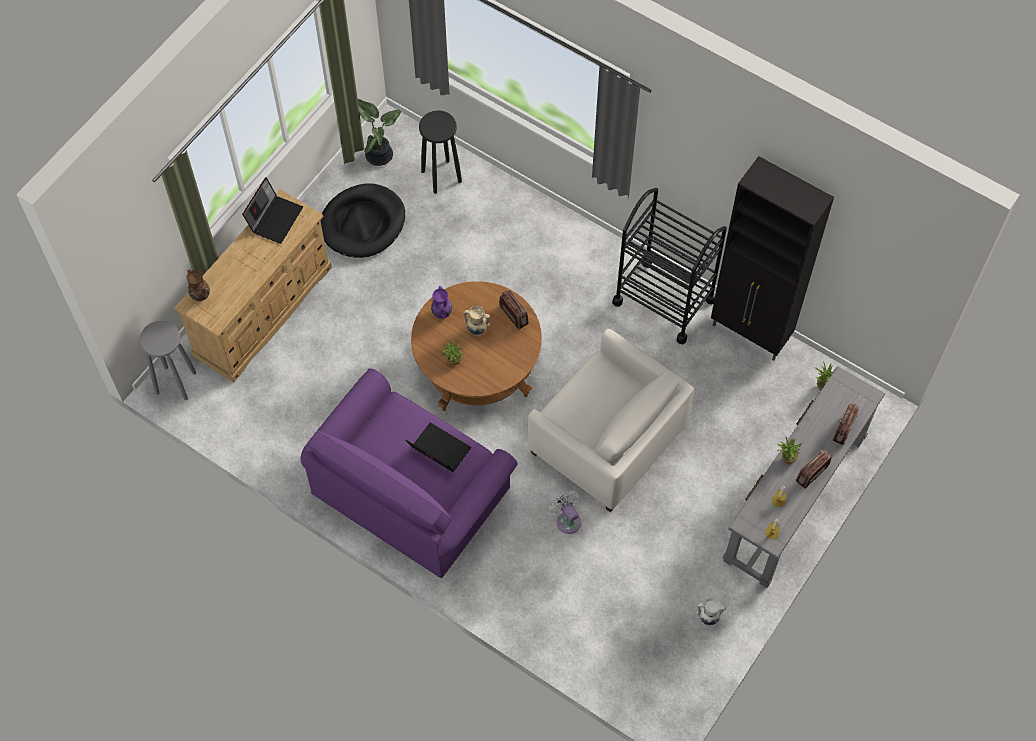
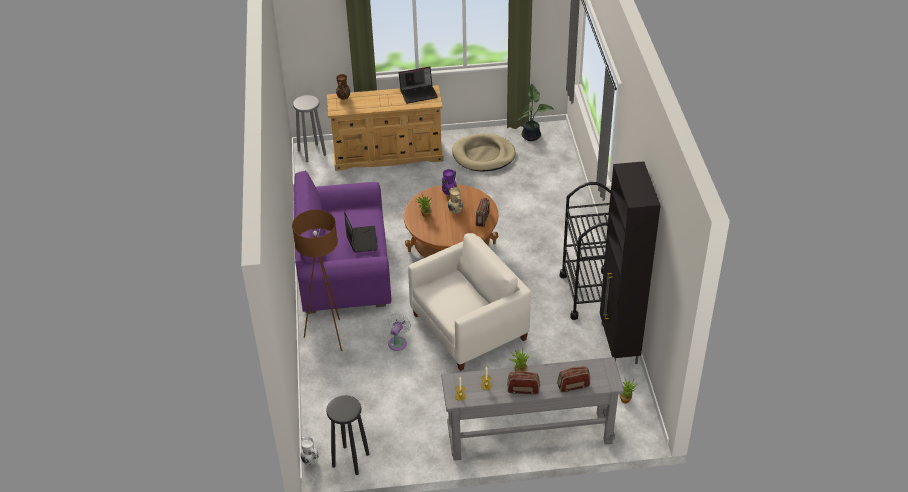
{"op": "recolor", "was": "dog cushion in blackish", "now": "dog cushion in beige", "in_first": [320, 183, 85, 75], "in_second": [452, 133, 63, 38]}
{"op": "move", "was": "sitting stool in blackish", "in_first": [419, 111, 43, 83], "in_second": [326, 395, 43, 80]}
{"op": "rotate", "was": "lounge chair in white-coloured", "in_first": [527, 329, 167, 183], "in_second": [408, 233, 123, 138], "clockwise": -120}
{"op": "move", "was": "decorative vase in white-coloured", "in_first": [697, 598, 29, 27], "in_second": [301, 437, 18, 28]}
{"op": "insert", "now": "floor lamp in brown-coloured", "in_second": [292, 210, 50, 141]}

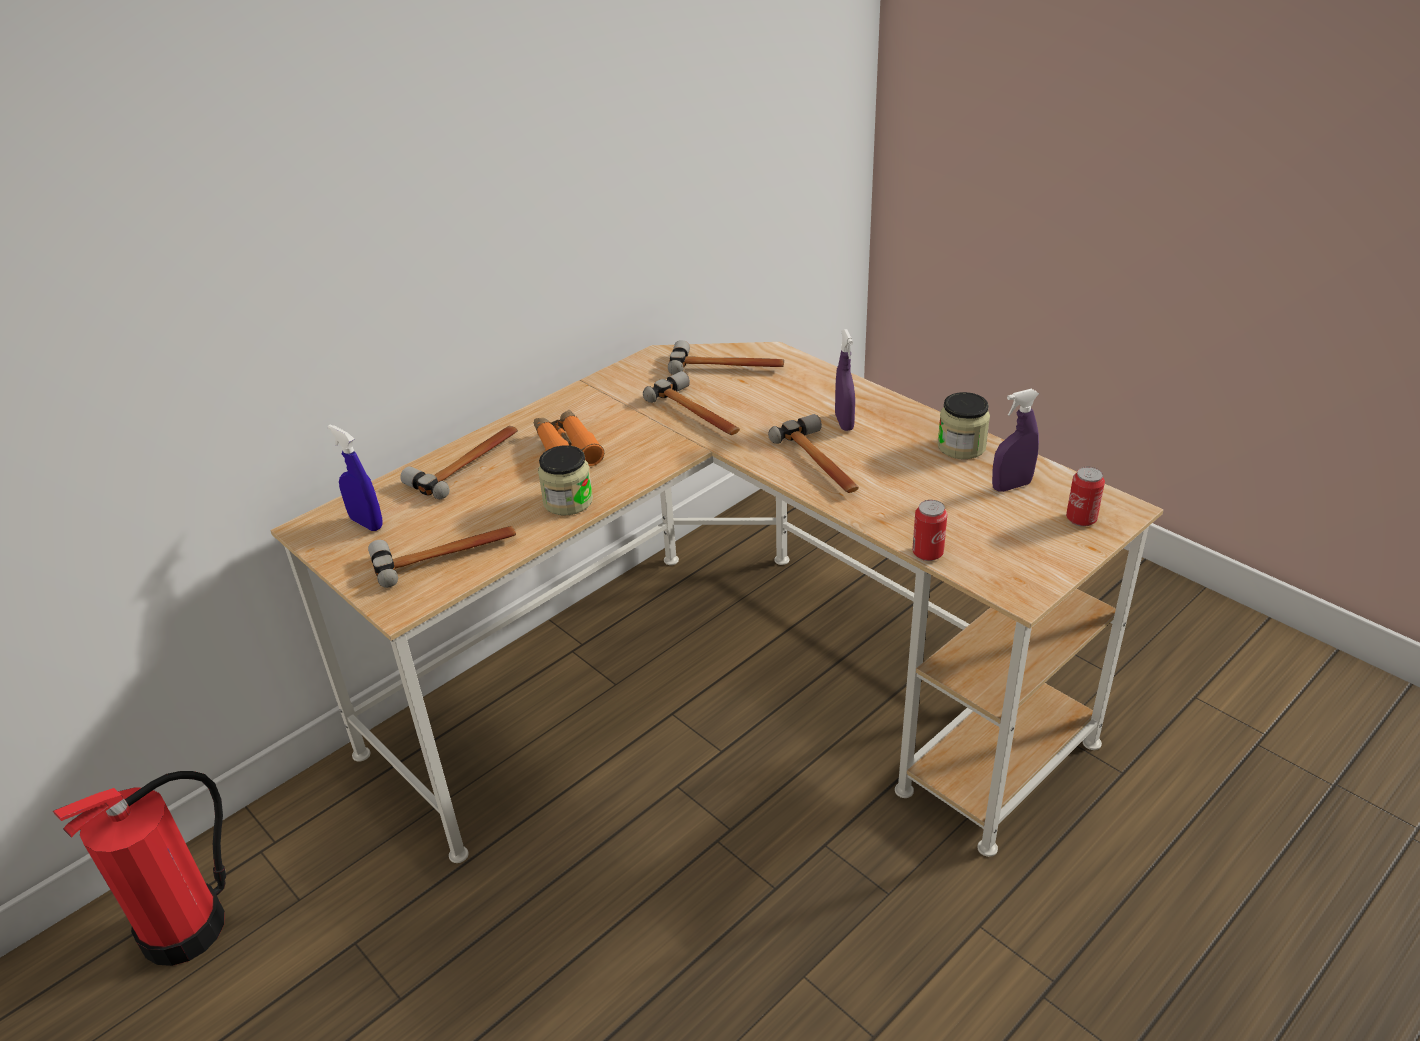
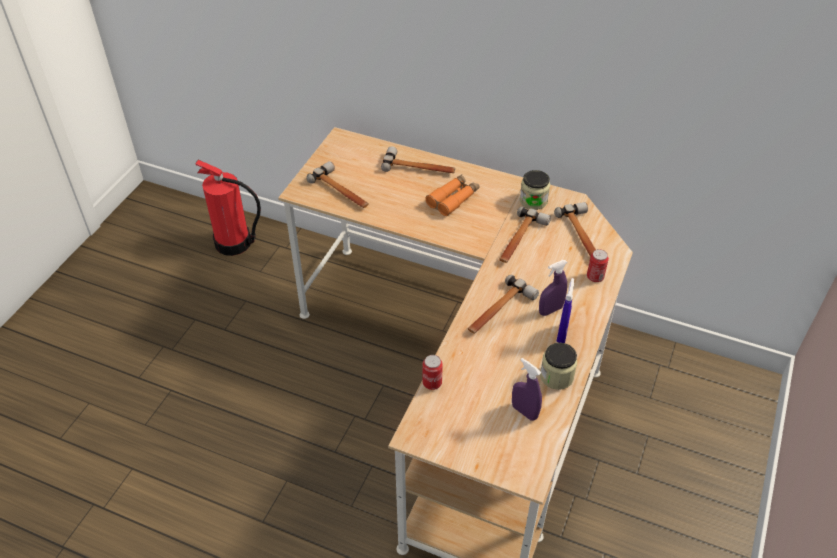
{"op": "move", "was": "hand sprayer in blue-coloured", "in_first": [328, 425, 55, 106], "in_second": [557, 278, 17, 65]}
{"op": "move", "was": "jar", "in_first": [538, 445, 55, 70], "in_second": [520, 170, 30, 40]}
{"op": "move", "was": "metal can", "in_first": [1066, 467, 39, 60], "in_second": [587, 249, 22, 33]}

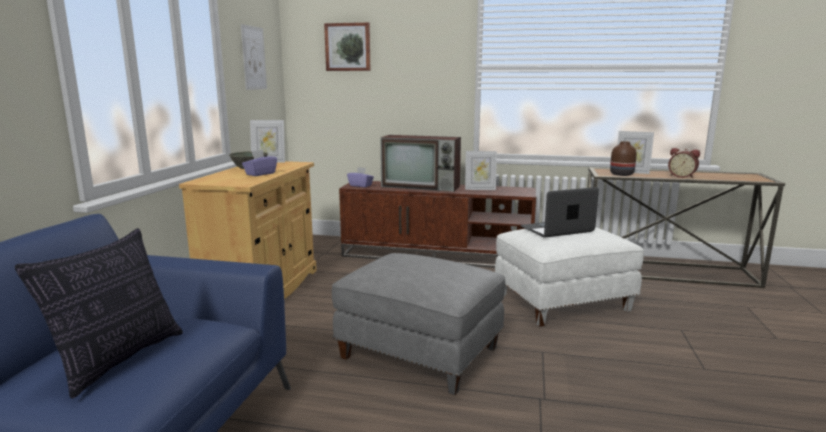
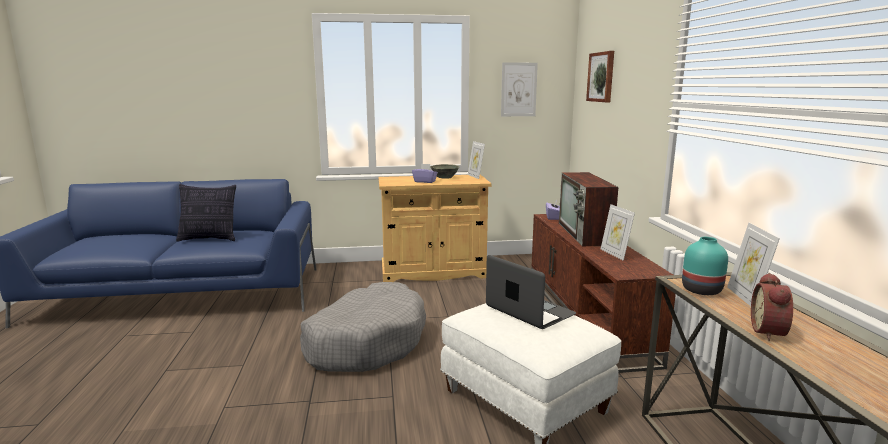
{"op": "replace", "was": "footrest in grey", "now": "dog cushion in grey", "in_first": [332, 253, 173, 142], "in_second": [300, 282, 126, 90]}
{"op": "recolor", "was": "decorative vase in brown-coloured", "now": "decorative vase in turquoise-coloured", "in_first": [610, 141, 27, 35], "in_second": [682, 237, 46, 58]}

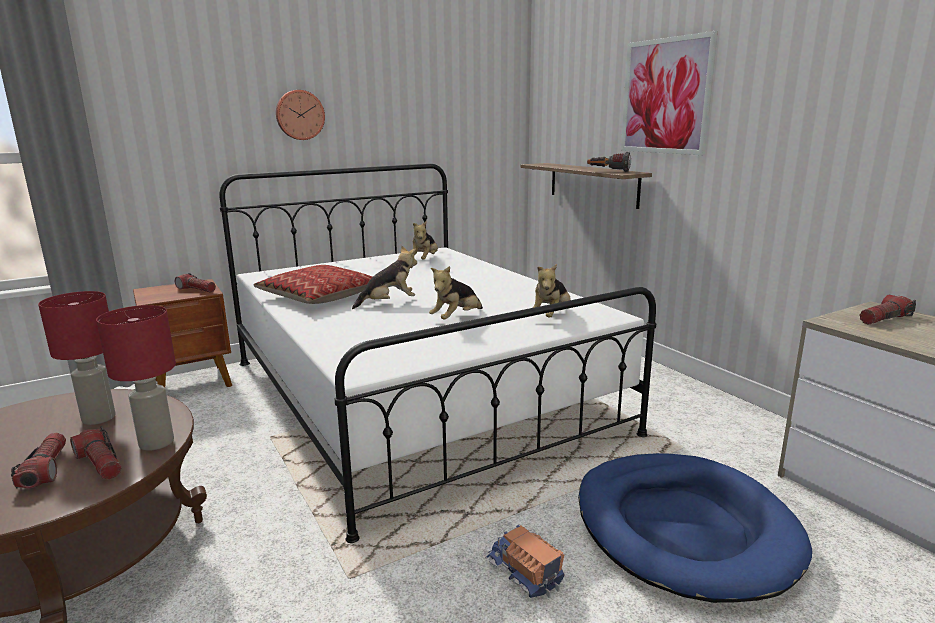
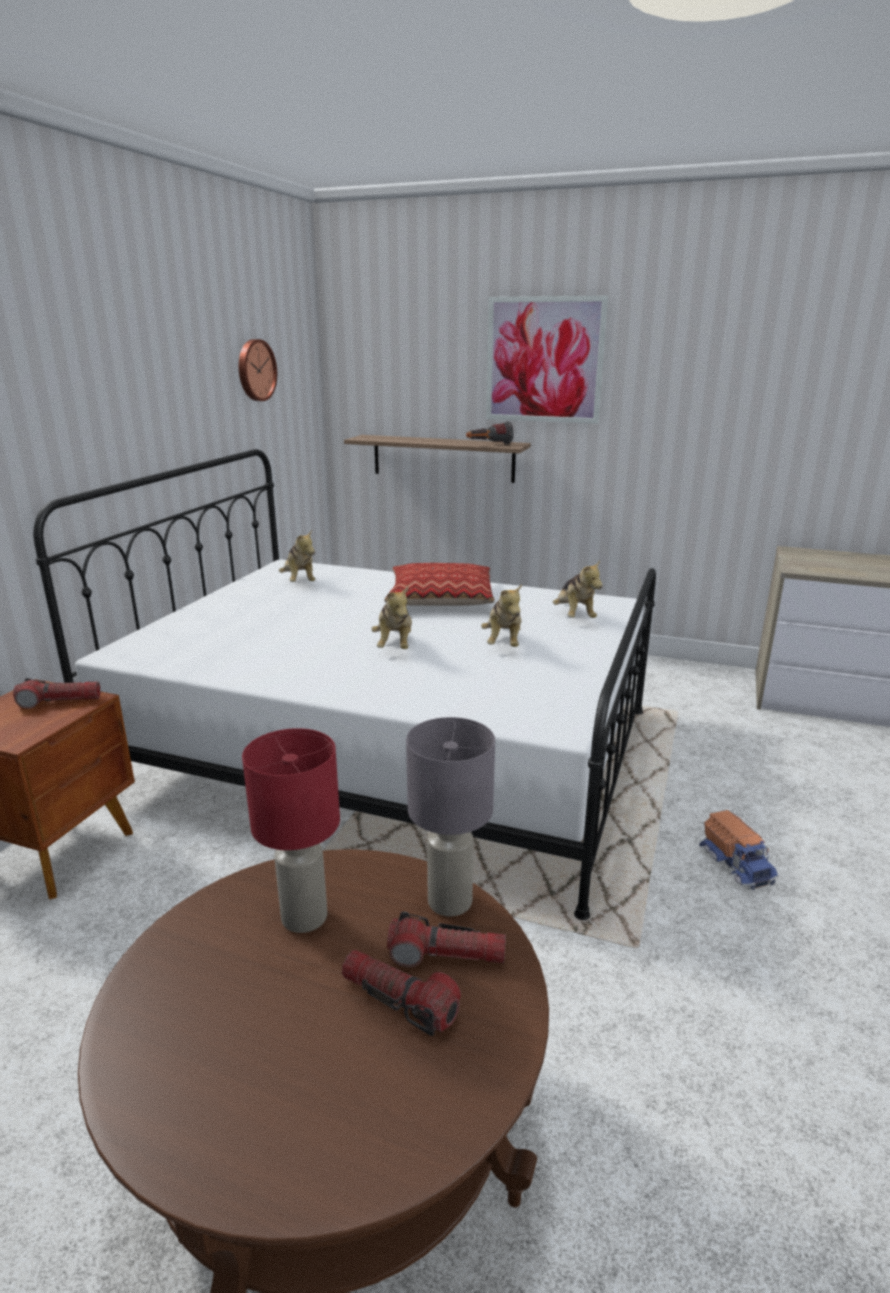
{"op": "recolor", "was": "tabletop lamp in red-coloured", "now": "tabletop lamp in grey", "in_first": [96, 305, 80, 146], "in_second": [406, 717, 89, 199]}
{"op": "move", "was": "throw pillow", "in_first": [254, 265, 118, 39], "in_second": [385, 563, 110, 43]}
{"op": "move", "was": "clock on the wall", "in_first": [276, 90, 49, 50], "in_second": [239, 339, 38, 62]}
{"op": "rotate", "was": "soft toy", "in_first": [352, 246, 65, 63], "in_second": [371, 586, 41, 63], "clockwise": 150}
{"op": "rotate", "was": "toy truck", "in_first": [485, 525, 80, 73], "in_second": [699, 810, 80, 80], "clockwise": -120}
{"op": "delete", "was": "dog cushion in blue-coloured", "in_first": [578, 453, 234, 150]}
{"op": "delete", "was": "torch", "in_first": [860, 295, 56, 29]}

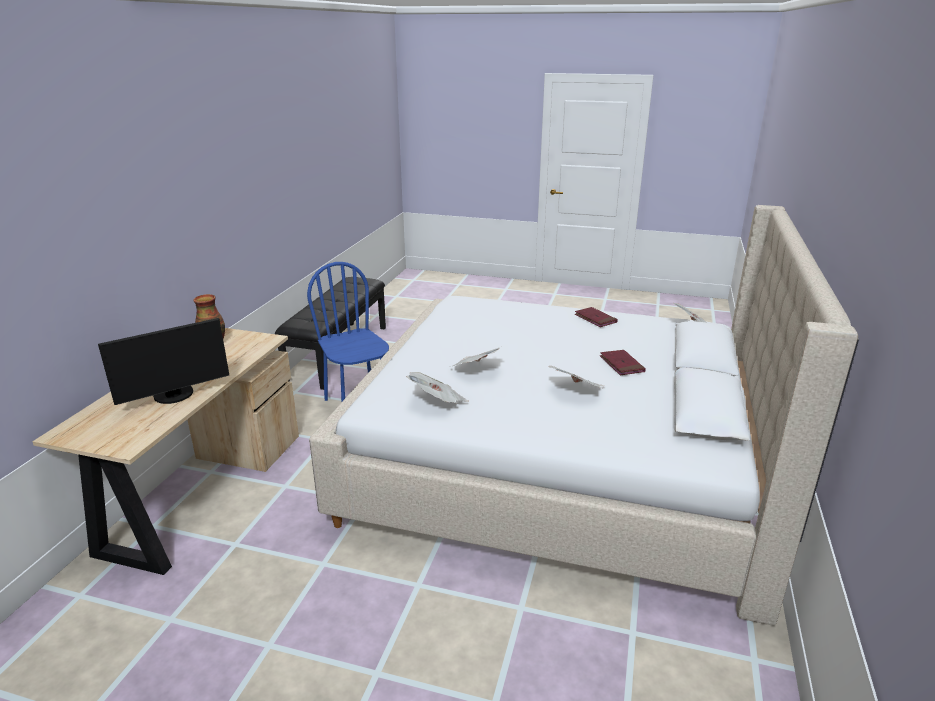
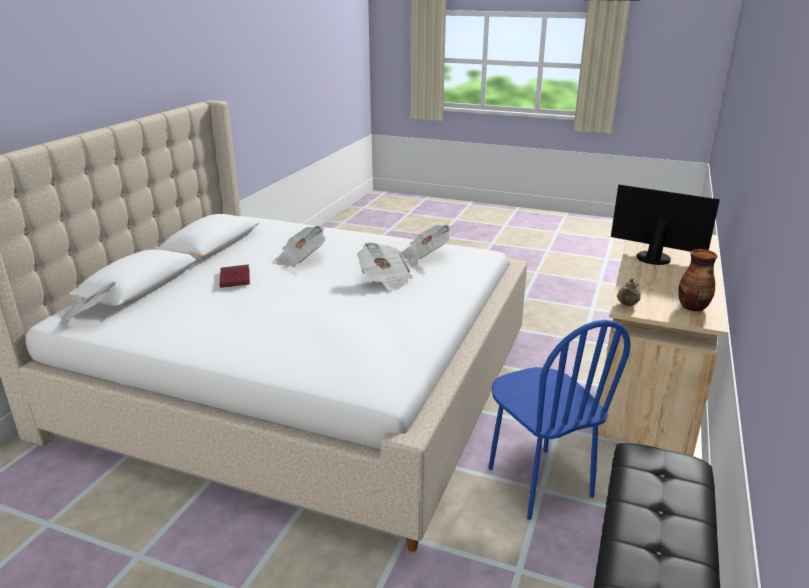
{"op": "rotate", "was": "monitor", "in_first": [98, 318, 131, 87], "in_second": [611, 185, 109, 80], "clockwise": 60}
{"op": "delete", "was": "book in red-coloured", "in_first": [575, 307, 43, 20]}
{"op": "insert", "now": "teapot in beige", "in_second": [617, 279, 24, 27]}

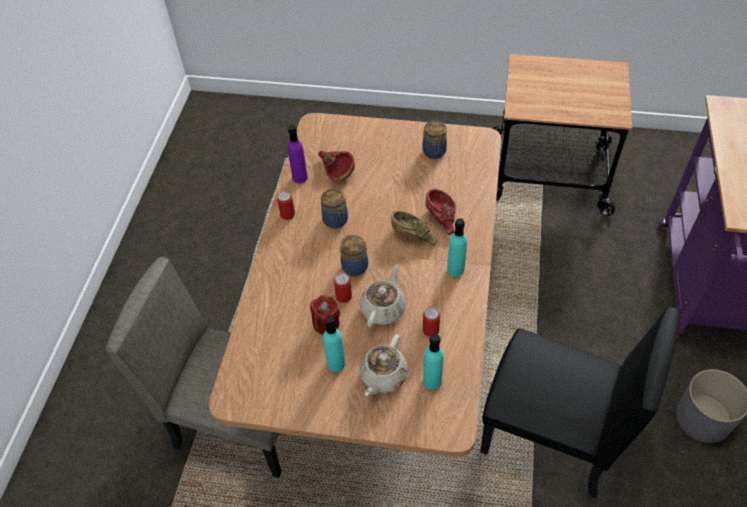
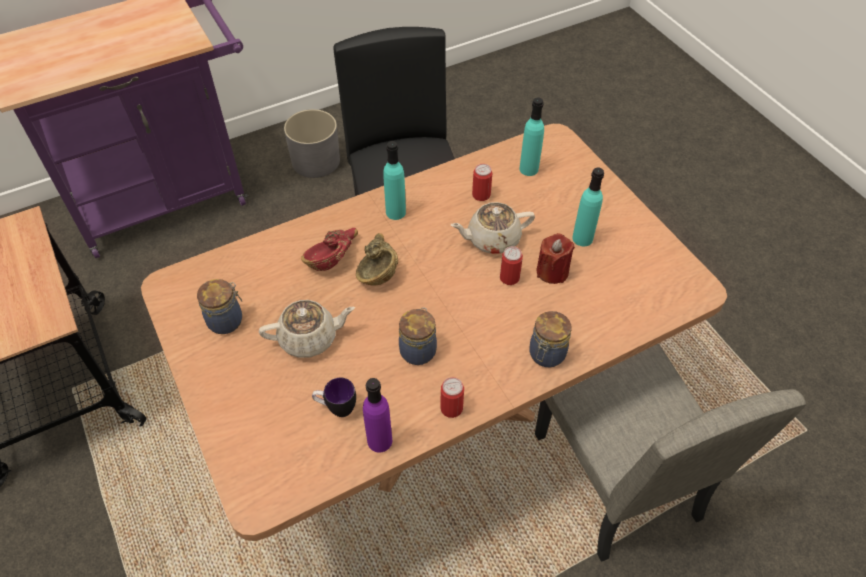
{"op": "replace", "was": "serving bowl in red-coloured", "now": "coffee mug", "in_first": [318, 150, 37, 32], "in_second": [312, 378, 44, 39]}
{"op": "move", "was": "jar", "in_first": [340, 234, 28, 42], "in_second": [529, 311, 42, 57]}
{"op": "move", "was": "teapot in beige", "in_first": [360, 334, 48, 62], "in_second": [259, 300, 96, 58]}

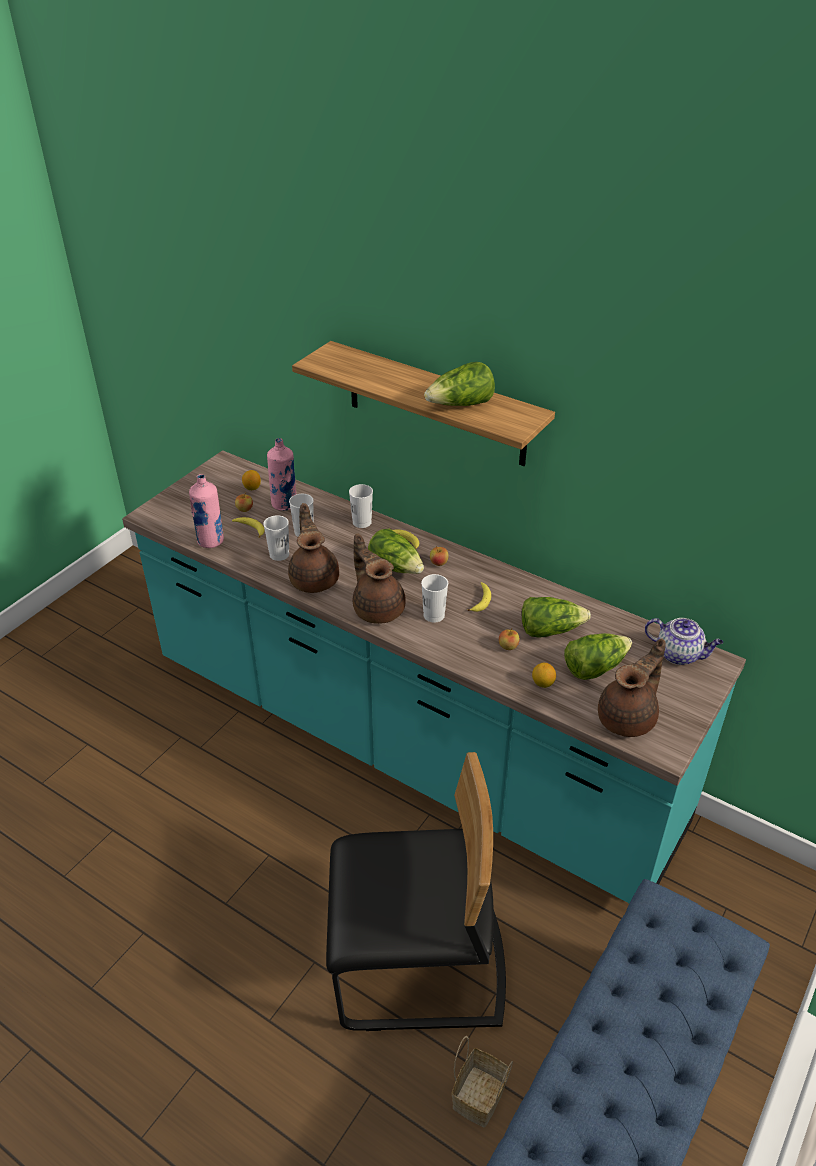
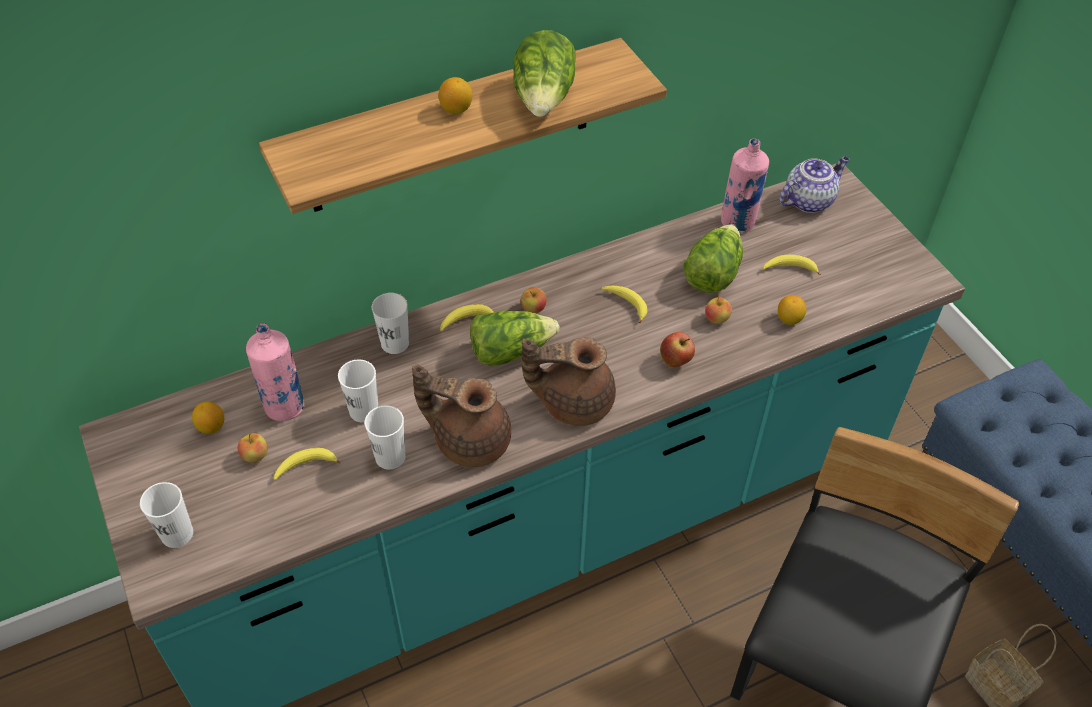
{"op": "move", "was": "beverage bottle in pink", "in_first": [189, 474, 35, 74], "in_second": [721, 139, 48, 94]}
{"op": "move", "was": "drinking cup in white-coloured", "in_first": [421, 574, 27, 48], "in_second": [140, 482, 53, 66]}
{"op": "replace", "was": "head of lettuce", "now": "banana fruit", "in_first": [564, 633, 68, 47], "in_second": [762, 255, 58, 20]}
{"op": "delete", "was": "teapot in brown-coloured", "in_first": [598, 638, 68, 99]}
{"op": "insert", "now": "lemon", "in_second": [439, 77, 34, 37]}
{"op": "insert", "now": "apple fruit", "in_second": [660, 332, 35, 35]}

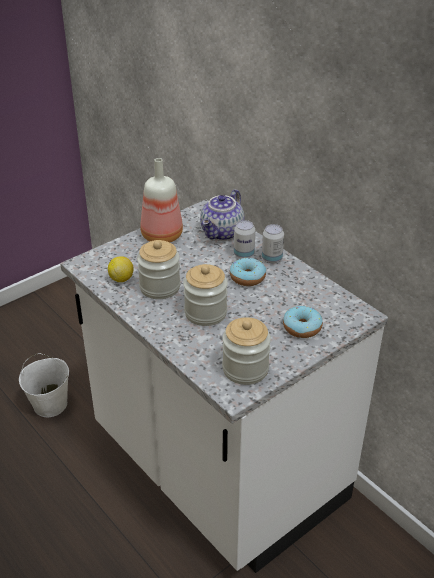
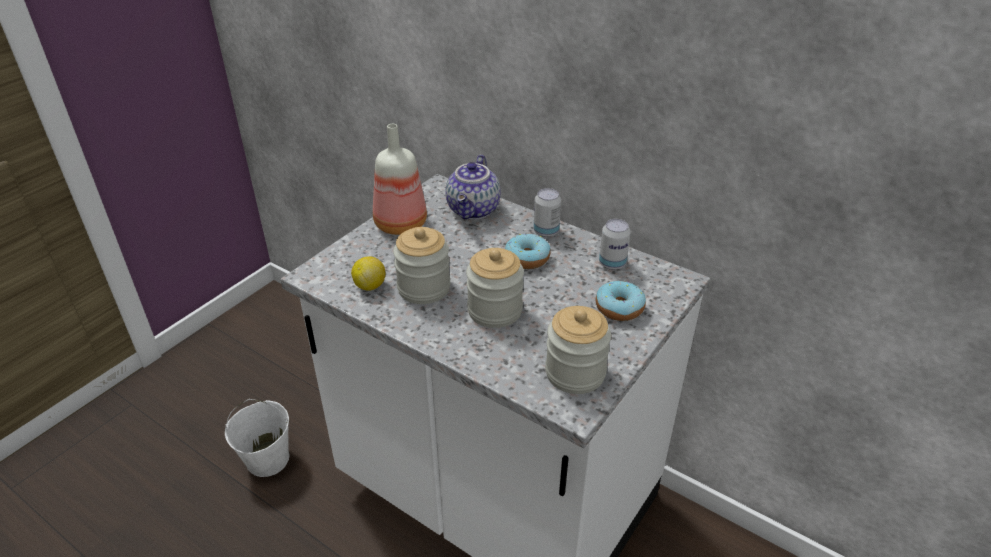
{"op": "move", "was": "metal can", "in_first": [234, 220, 21, 39], "in_second": [599, 219, 32, 51]}

